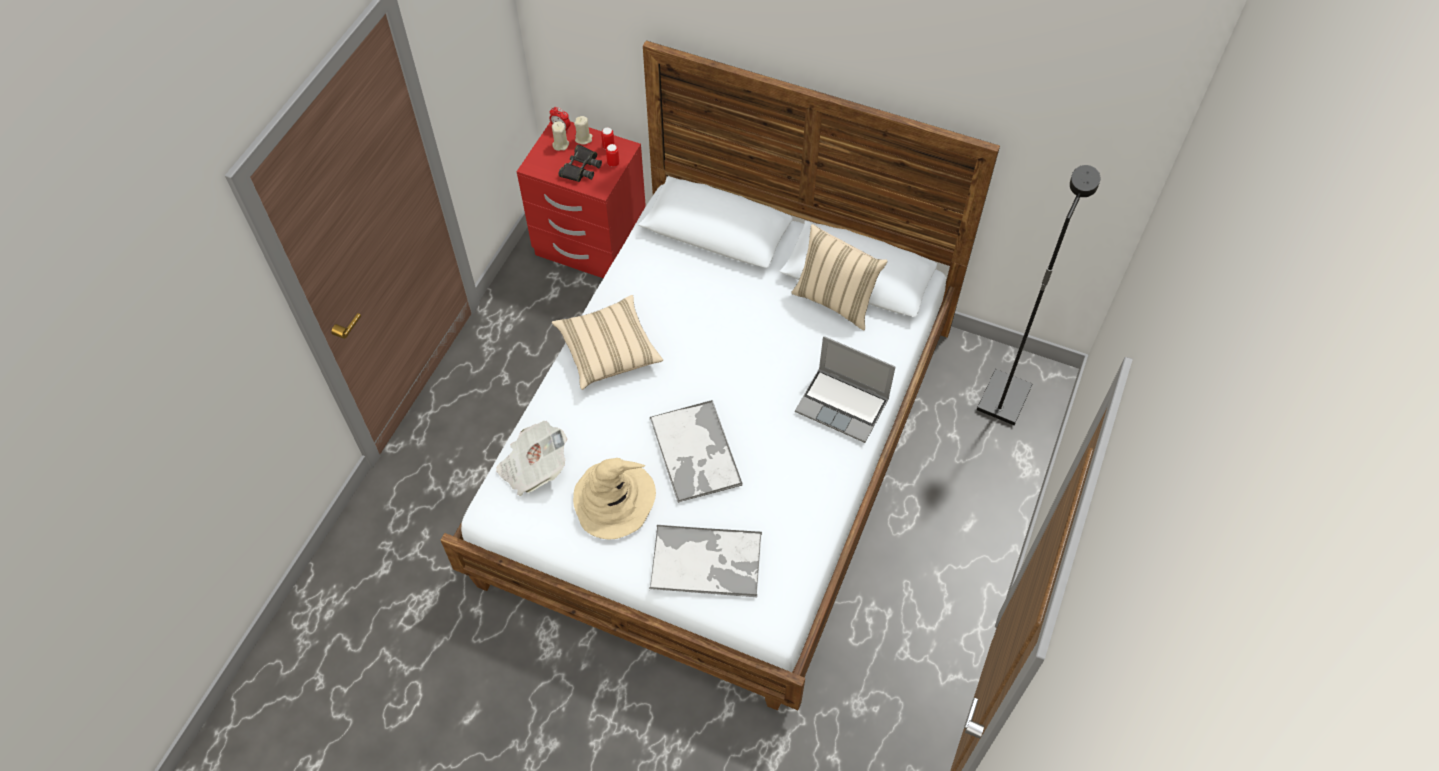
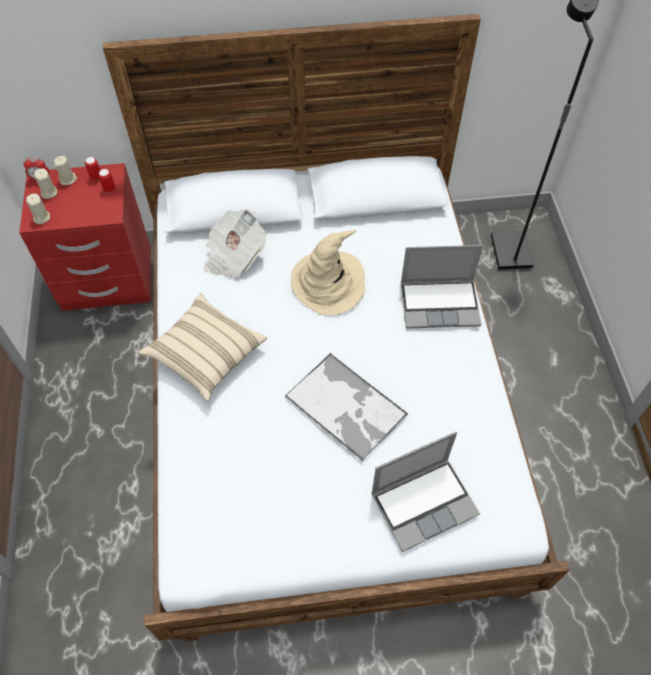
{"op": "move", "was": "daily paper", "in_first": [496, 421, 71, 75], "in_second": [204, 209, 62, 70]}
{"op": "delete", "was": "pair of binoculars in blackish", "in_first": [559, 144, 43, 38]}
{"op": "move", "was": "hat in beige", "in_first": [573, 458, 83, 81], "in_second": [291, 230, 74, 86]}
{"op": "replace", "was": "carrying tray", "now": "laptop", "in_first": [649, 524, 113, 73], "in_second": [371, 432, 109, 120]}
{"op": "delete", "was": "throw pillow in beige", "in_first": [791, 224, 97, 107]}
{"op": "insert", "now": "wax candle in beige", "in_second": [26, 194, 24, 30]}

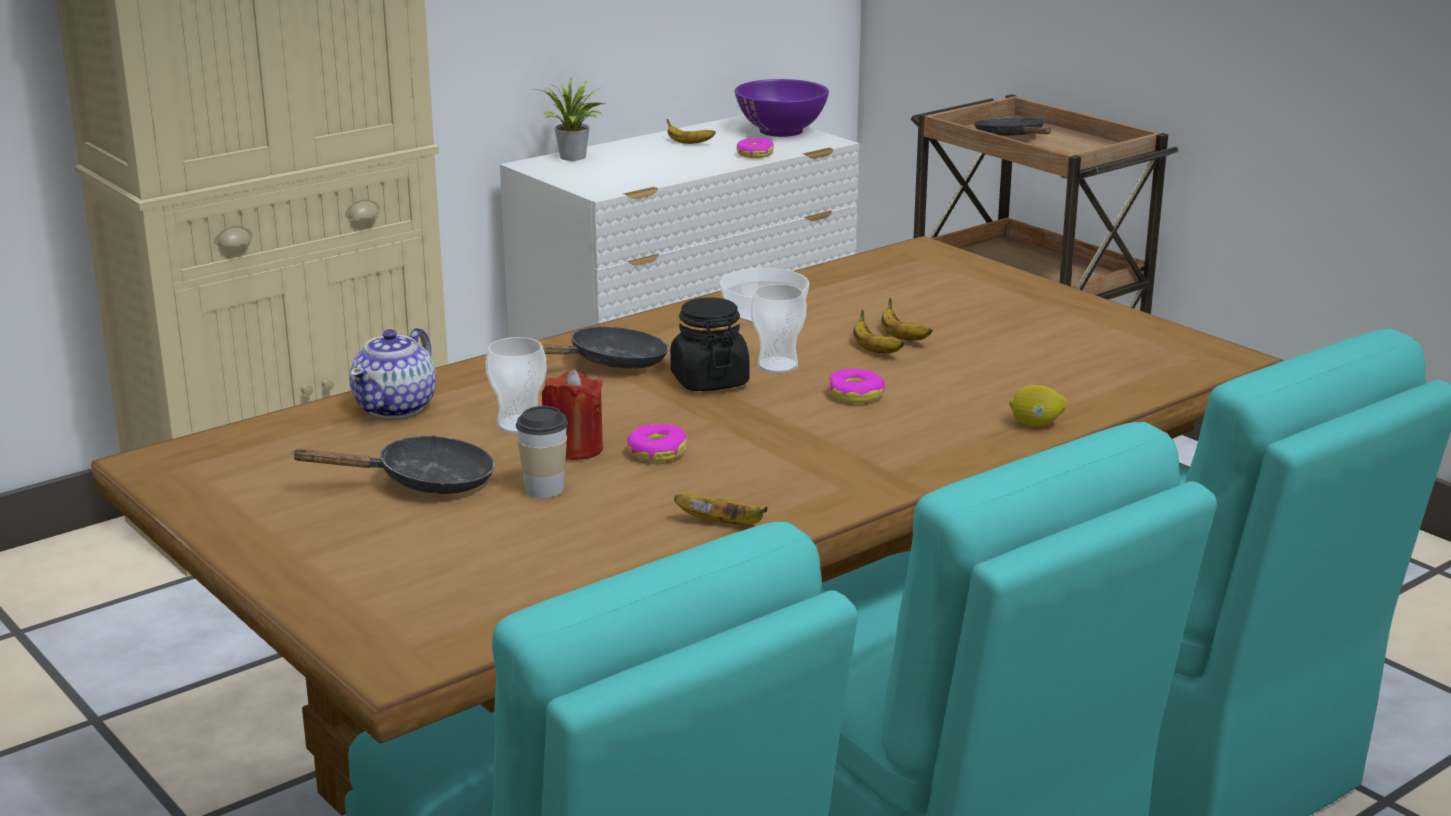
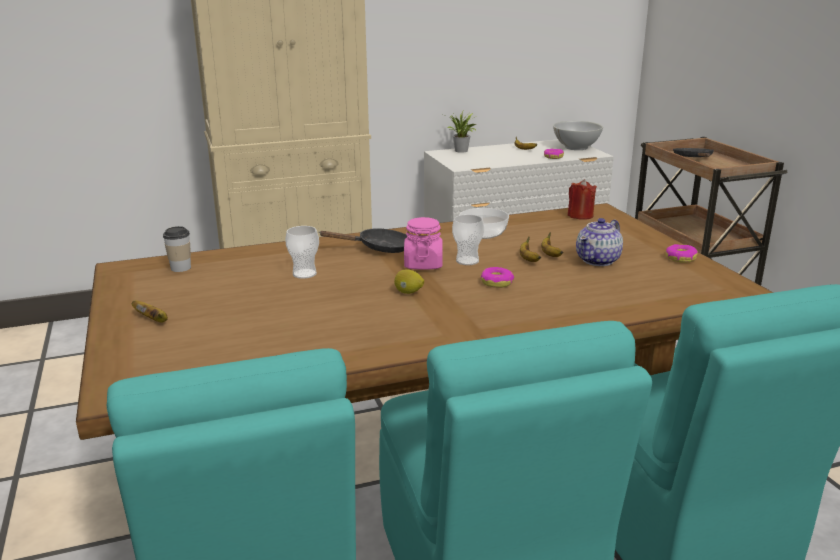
{"op": "delete", "was": "frying pan in blackish", "in_first": [291, 435, 204, 59]}
{"op": "move", "was": "teapot", "in_first": [350, 328, 86, 90], "in_second": [576, 218, 47, 48]}
{"op": "move", "was": "drinking cup", "in_first": [516, 406, 52, 92], "in_second": [163, 226, 28, 46]}
{"op": "move", "was": "wax candle in red-coloured", "in_first": [542, 369, 61, 91], "in_second": [567, 179, 30, 40]}
{"op": "move", "was": "doughnut", "in_first": [627, 424, 60, 38], "in_second": [665, 244, 33, 19]}
{"op": "recolor", "was": "jar in blackish", "now": "jar in pink", "in_first": [670, 297, 79, 94], "in_second": [404, 217, 39, 53]}
{"op": "move", "was": "banana fruit", "in_first": [674, 494, 94, 31], "in_second": [132, 300, 36, 23]}
{"op": "recolor", "was": "serving bowl in purple", "now": "serving bowl in white-coloured", "in_first": [735, 79, 94, 58], "in_second": [553, 121, 50, 29]}
{"op": "move", "was": "lemon", "in_first": [1009, 385, 58, 41], "in_second": [394, 269, 30, 25]}

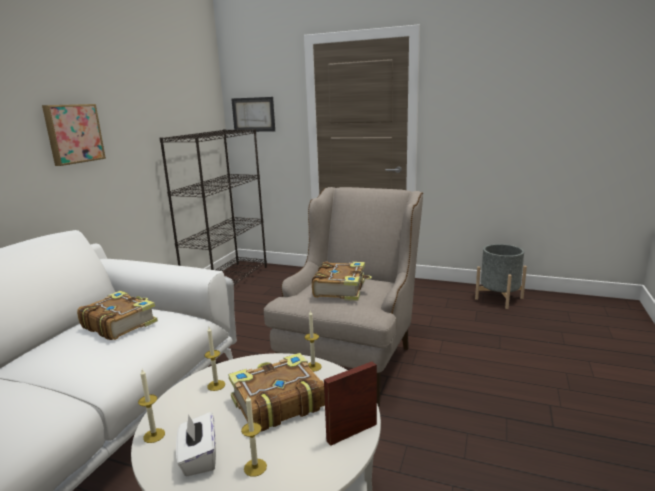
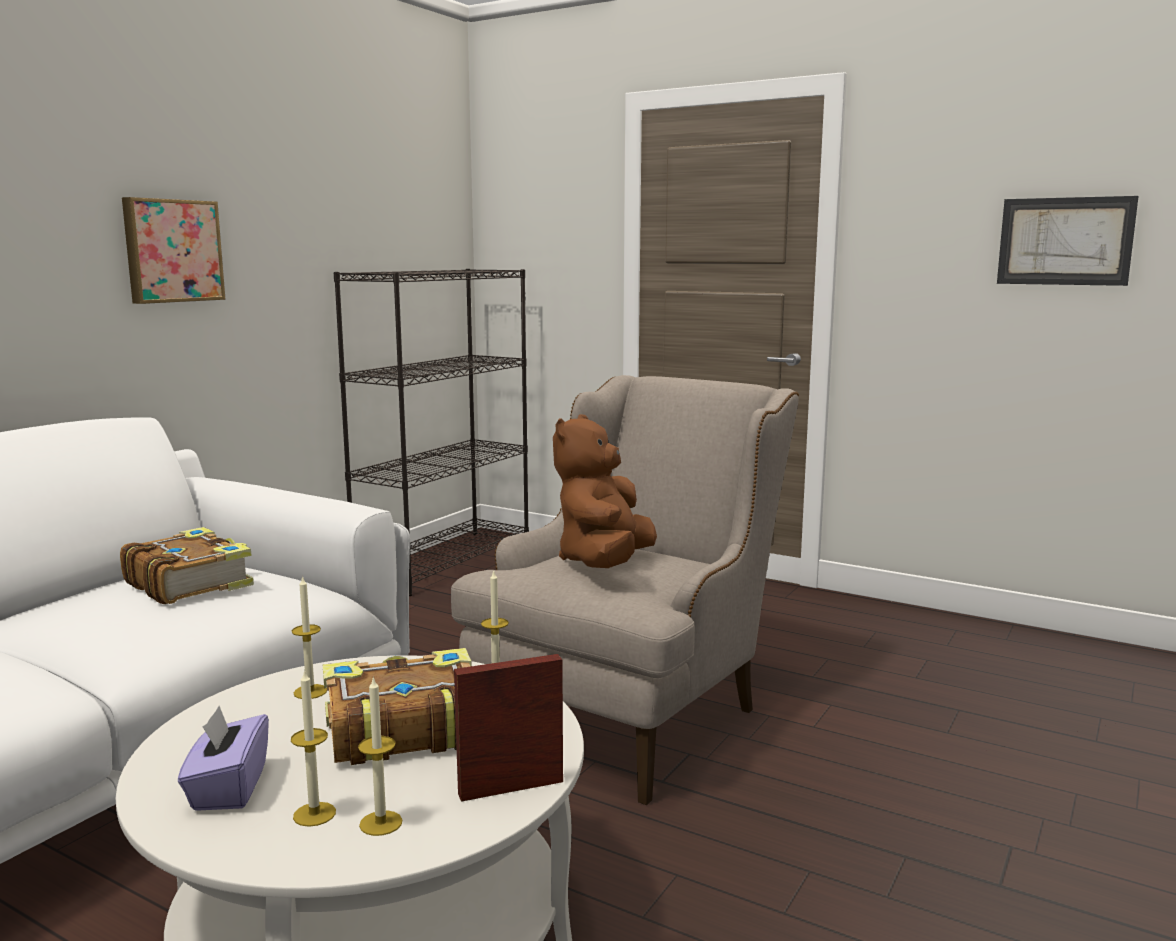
{"op": "move", "was": "wax candle", "in_first": [138, 369, 27, 74], "in_second": [358, 676, 45, 160]}
{"op": "recolor", "was": "tissue holder in white-coloured", "now": "tissue holder in purple", "in_first": [176, 412, 40, 64], "in_second": [178, 706, 91, 105]}
{"op": "move", "was": "wall picture", "in_first": [231, 97, 44, 35], "in_second": [997, 196, 142, 90]}
{"op": "replace", "was": "book", "now": "soft toy in brown-coloured", "in_first": [312, 262, 60, 39], "in_second": [553, 414, 104, 154]}
{"op": "delete", "was": "planter in grey", "in_first": [475, 244, 52, 65]}

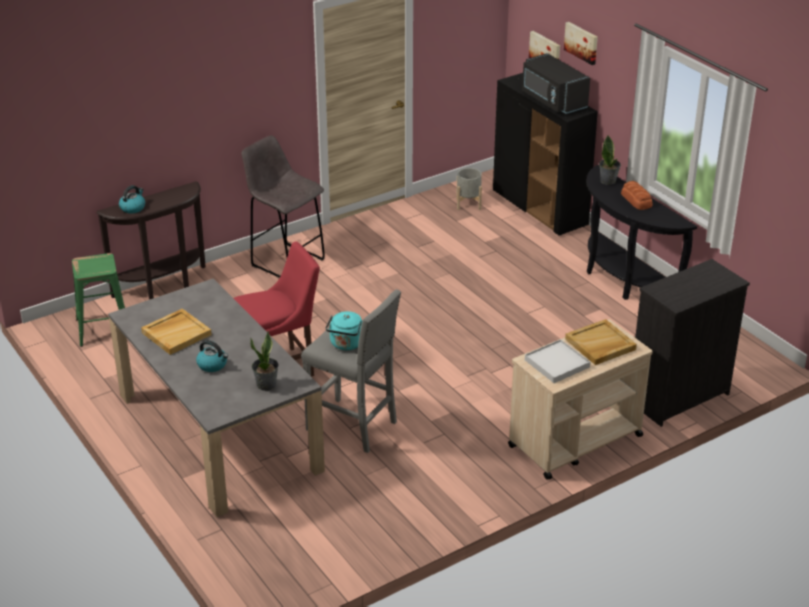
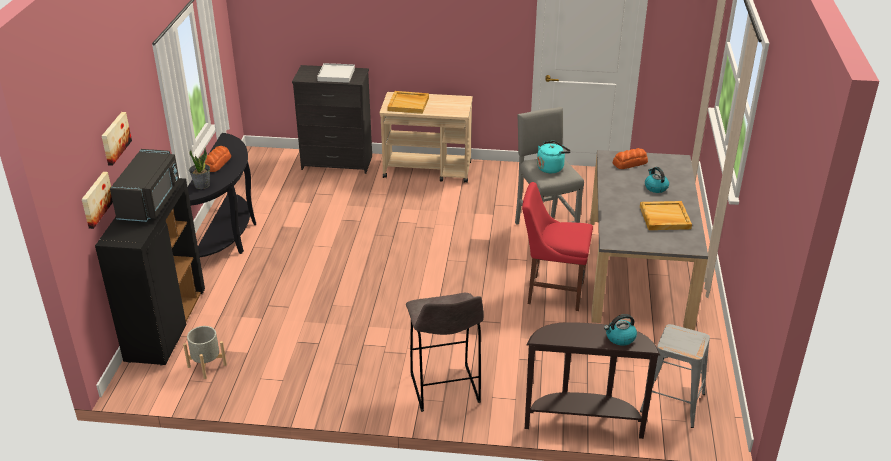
{"op": "recolor", "was": "sitting stool in green", "now": "sitting stool in grey", "in_first": [72, 253, 53, 94], "in_second": [640, 324, 70, 104]}
{"op": "replace", "was": "houseplant", "now": "baked bread", "in_first": [250, 331, 29, 60], "in_second": [613, 148, 35, 21]}
{"op": "move", "was": "carrying tray in white-coloured", "in_first": [525, 339, 65, 44], "in_second": [317, 63, 38, 20]}

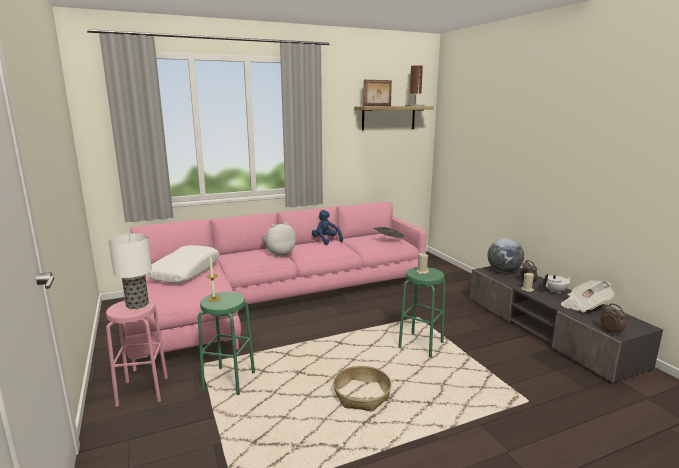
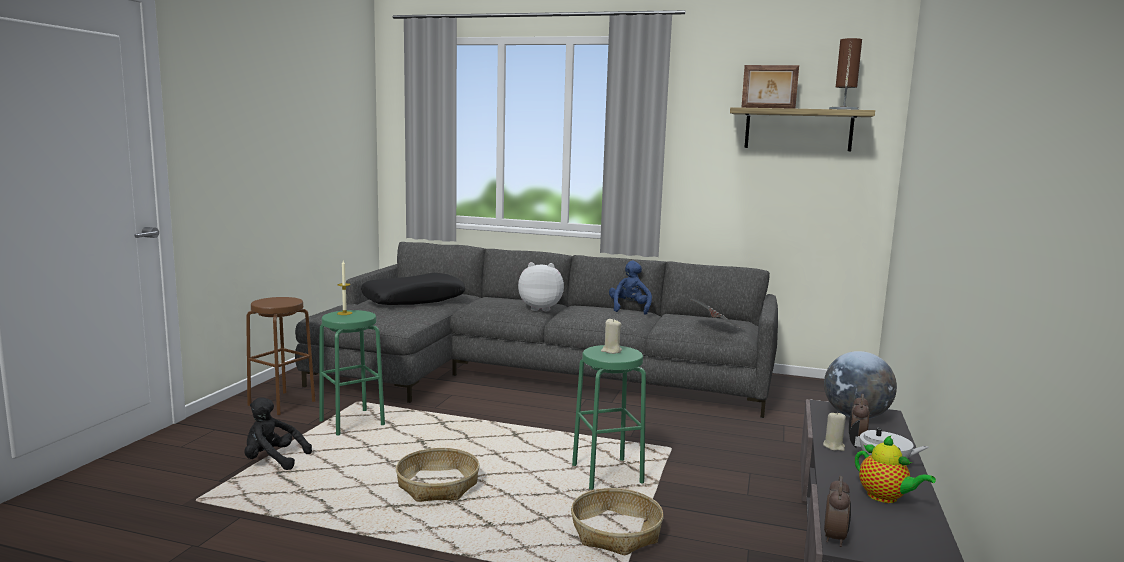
{"op": "recolor", "was": "sitting stool in pink", "now": "sitting stool in brown-coloured", "in_first": [106, 299, 62, 108], "in_second": [246, 297, 69, 118]}
{"op": "delete", "was": "tabletop lamp", "in_first": [109, 234, 43, 75]}
{"op": "recolor", "was": "settee in pink", "now": "settee in grey", "in_first": [123, 202, 303, 170], "in_second": [295, 242, 483, 176]}
{"op": "recolor", "was": "throw pillow in white-coloured", "now": "throw pillow in blackish", "in_first": [146, 245, 74, 38], "in_second": [361, 273, 104, 32]}
{"op": "replace", "was": "daily paper", "now": "teapot", "in_first": [561, 280, 54, 32], "in_second": [855, 436, 81, 67]}
{"op": "insert", "now": "soft toy in blackish", "in_second": [244, 397, 68, 73]}
{"op": "insert", "now": "household basket", "in_second": [571, 488, 92, 67]}

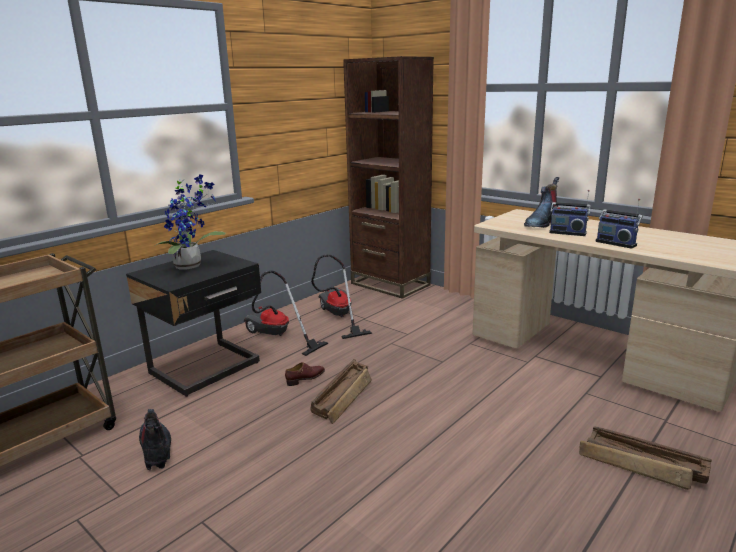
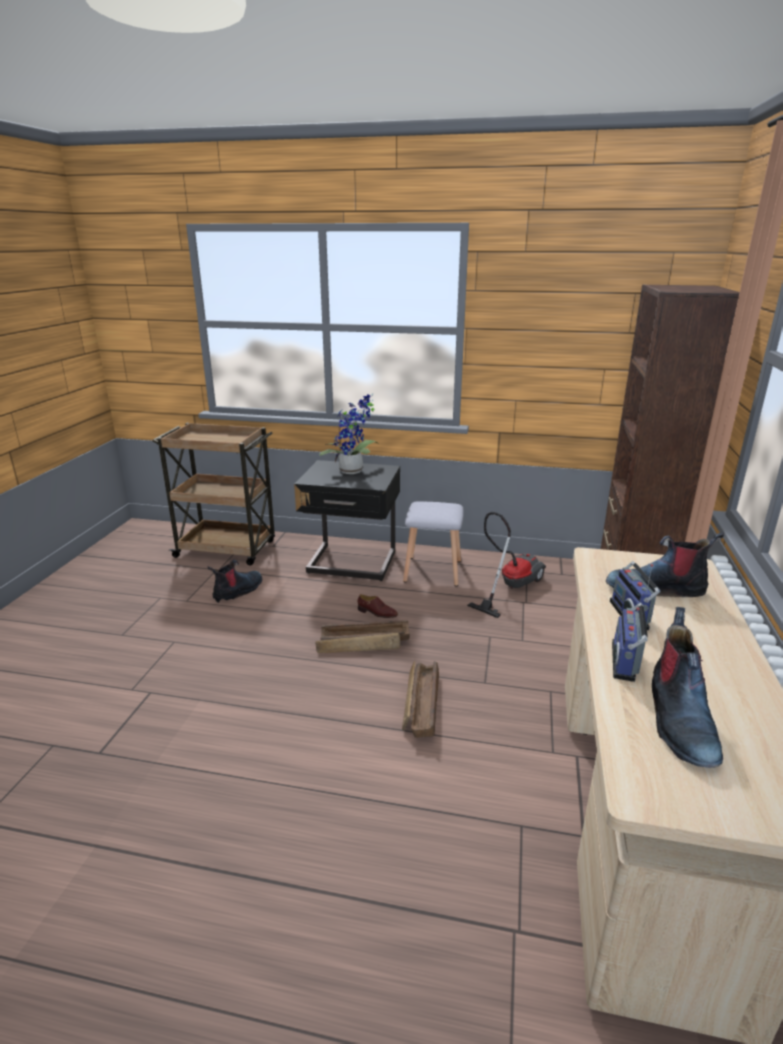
{"op": "replace", "was": "hoover", "now": "sitting stool in grey", "in_first": [244, 270, 84, 86], "in_second": [403, 501, 61, 86]}
{"op": "move", "was": "crate", "in_first": [579, 426, 133, 64], "in_second": [402, 661, 37, 77]}
{"op": "insert", "now": "high-top boot", "in_second": [652, 607, 71, 161]}

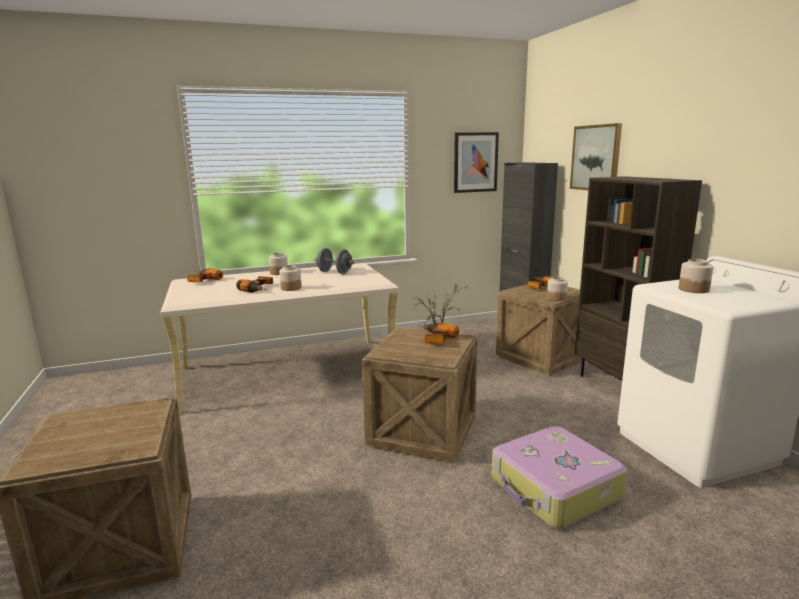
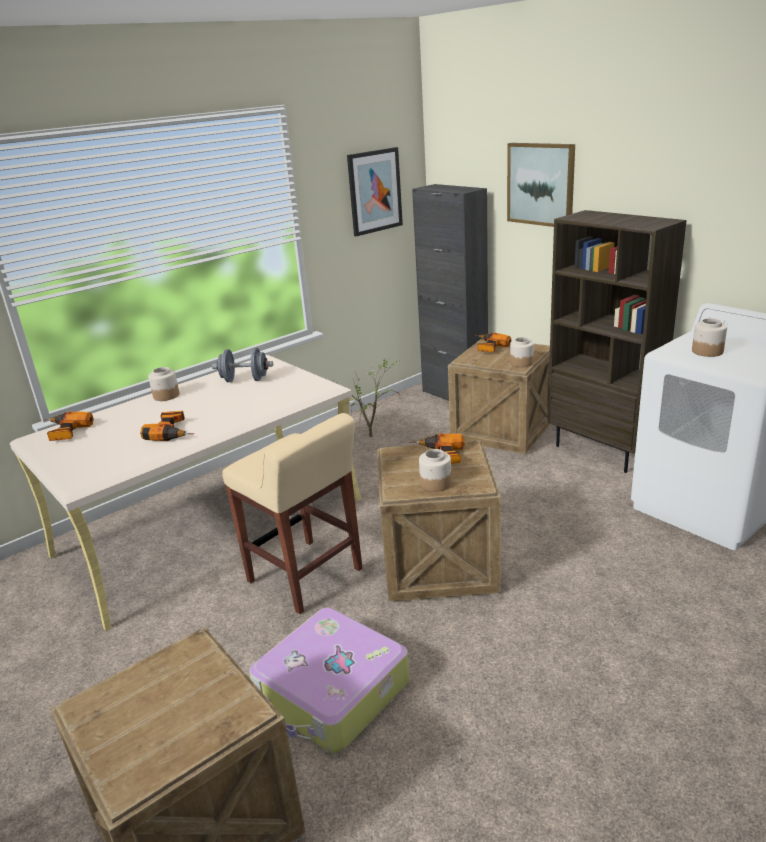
{"op": "move", "was": "jar", "in_first": [279, 265, 23, 26], "in_second": [419, 449, 33, 43]}
{"op": "move", "was": "piece of luggage", "in_first": [492, 426, 135, 103], "in_second": [249, 607, 161, 147]}
{"op": "insert", "now": "sitting stool in beige", "in_second": [222, 413, 141, 201]}

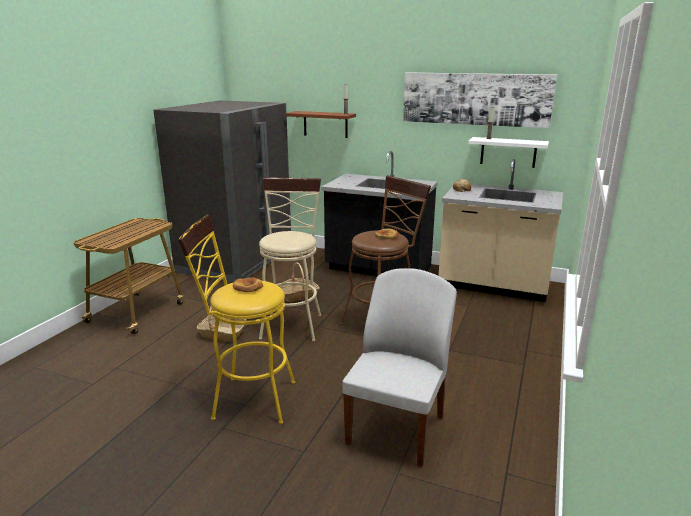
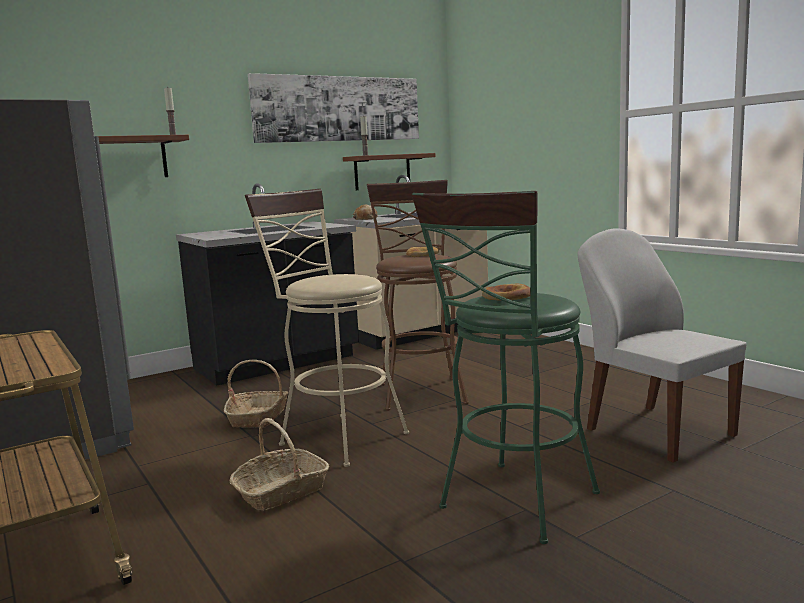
{"op": "recolor", "was": "sitting stool in yellow-coloured", "now": "sitting stool in green", "in_first": [178, 214, 117, 210], "in_second": [412, 191, 188, 353]}
{"op": "recolor", "was": "bracket shelf in white-coloured", "now": "bracket shelf in brown-coloured", "in_first": [468, 137, 81, 31], "in_second": [343, 153, 93, 37]}

